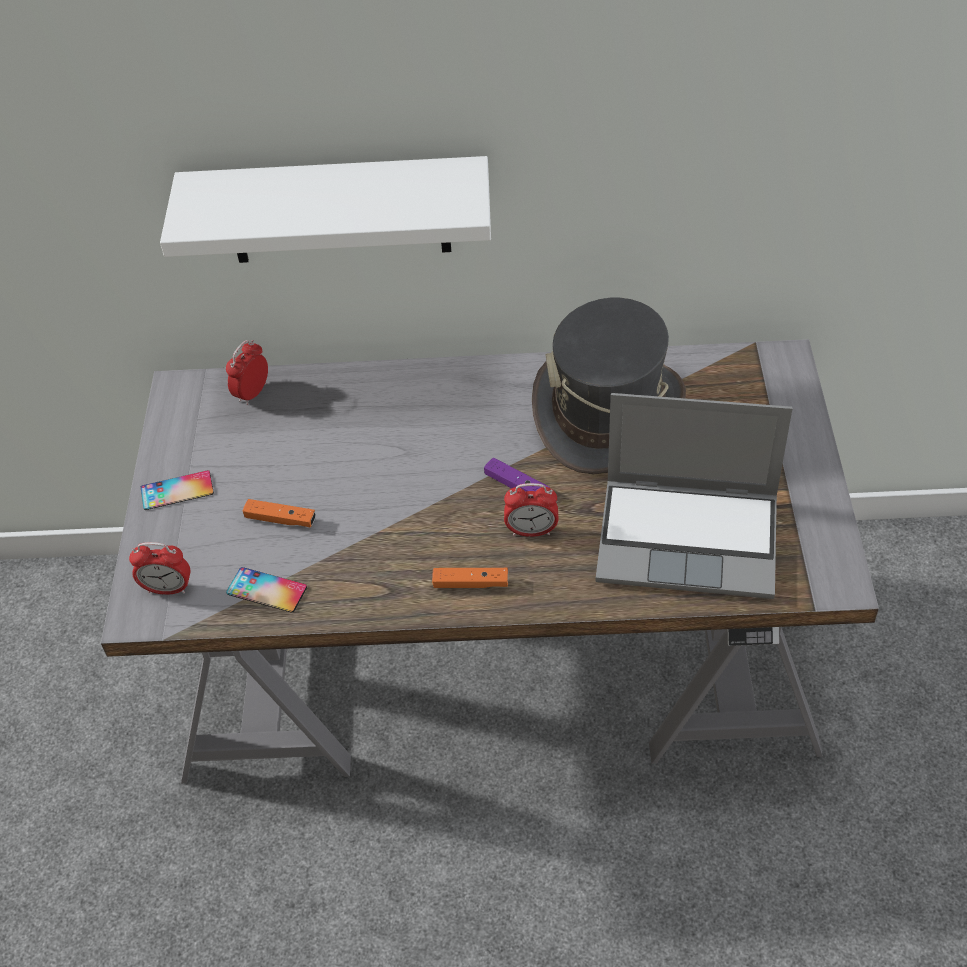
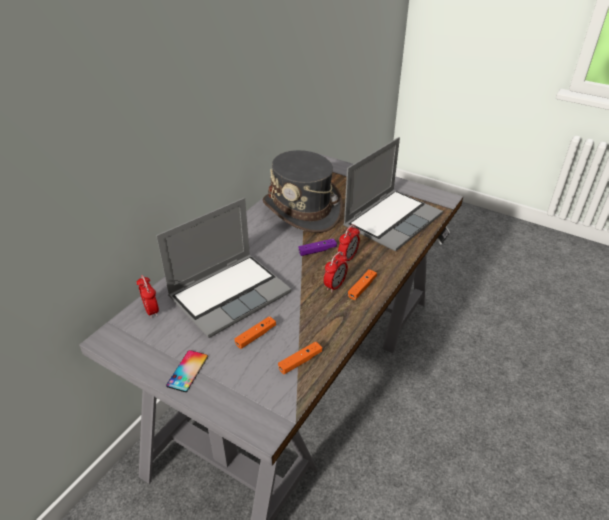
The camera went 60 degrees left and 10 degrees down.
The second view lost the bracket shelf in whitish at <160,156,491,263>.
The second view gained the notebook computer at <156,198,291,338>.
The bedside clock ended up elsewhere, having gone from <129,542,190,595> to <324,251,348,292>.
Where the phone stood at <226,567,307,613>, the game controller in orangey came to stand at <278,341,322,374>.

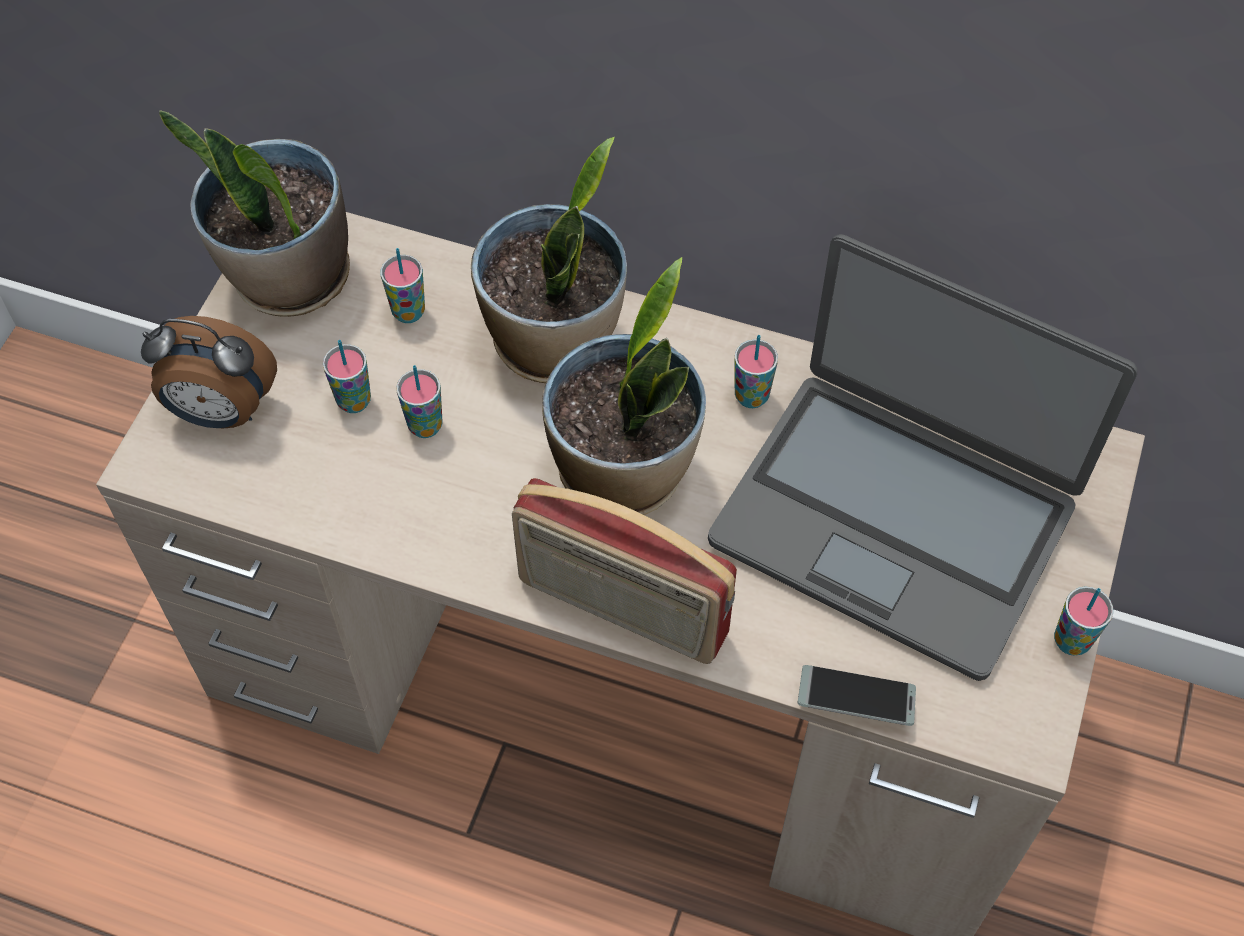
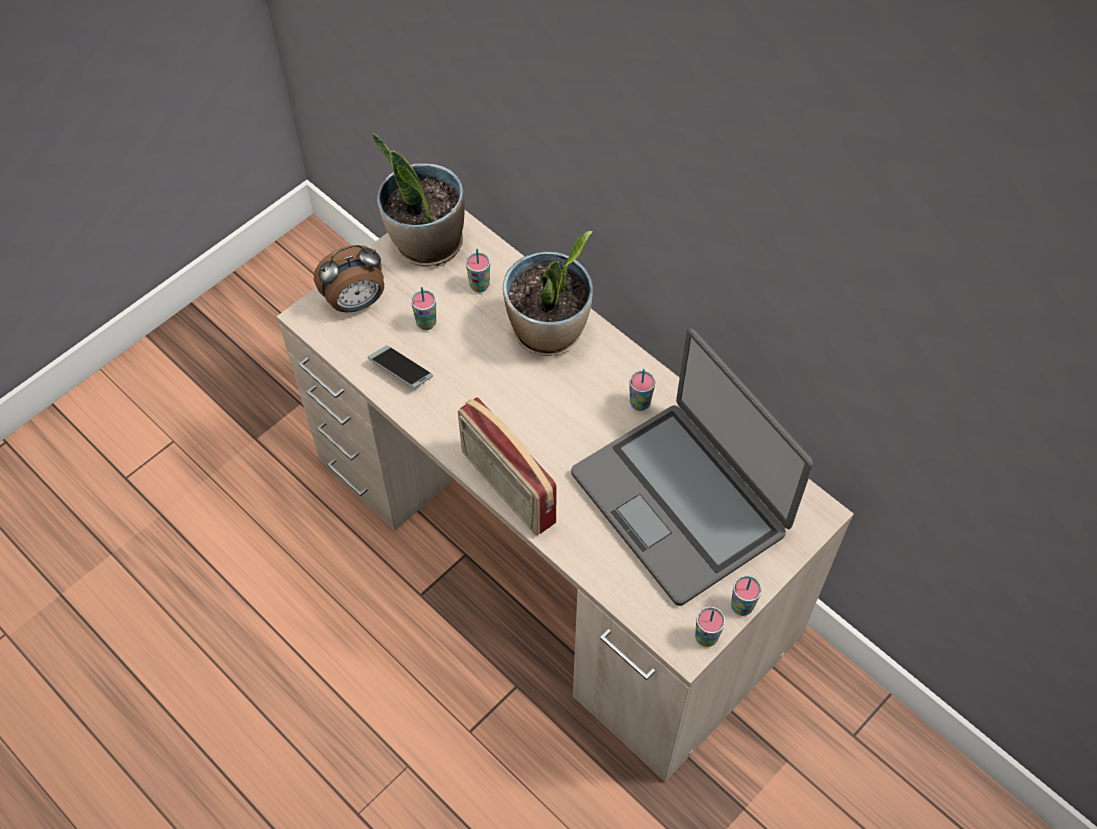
The camera went 25 degrees right and 0 degrees up.
The second view lost the potted plant at <542,257,706,515>.
The cup ended up elsewhere, having gone from <396,365,442,438> to <695,607,725,647>.
The phone ended up elsewhere, having gone from <797,665,916,726> to <368,345,433,388>.
The bedside clock at <141,316,277,428> ended up facing another way, 60 degrees counterclockwise from before.

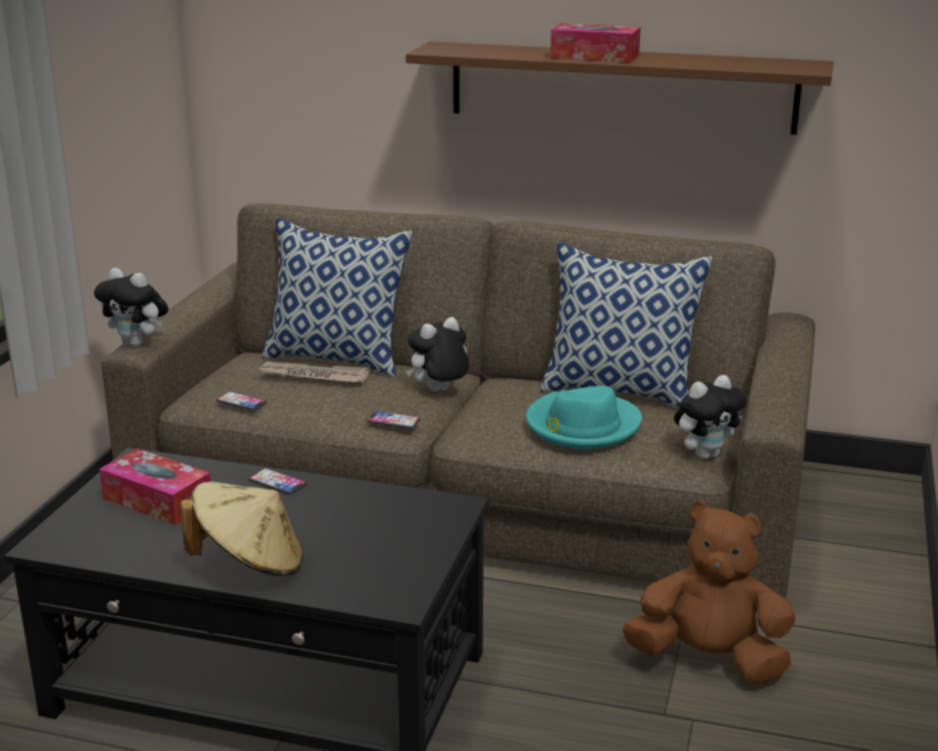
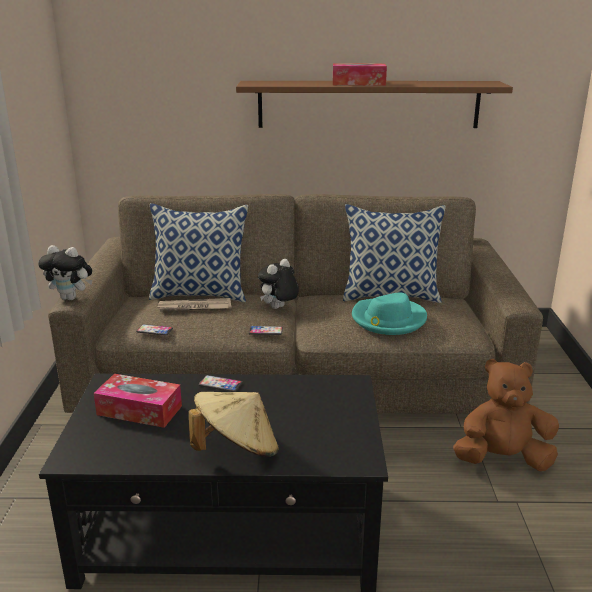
The camera went 15 degrees left and 0 degrees up.
The second view lost the plush toy at <674,375,746,459>.

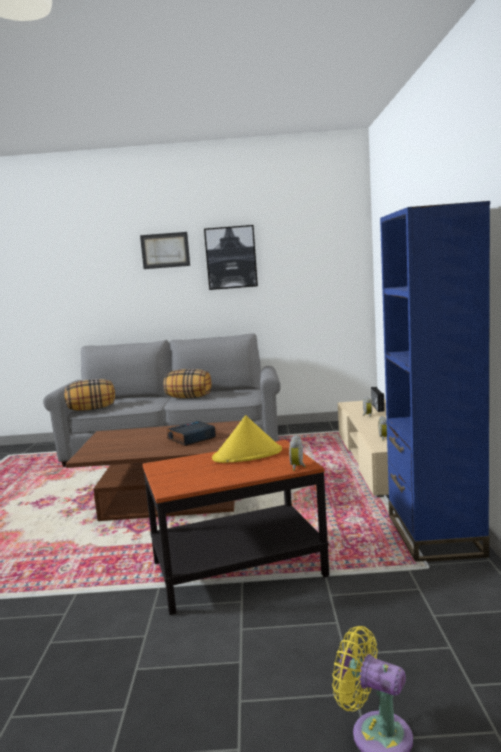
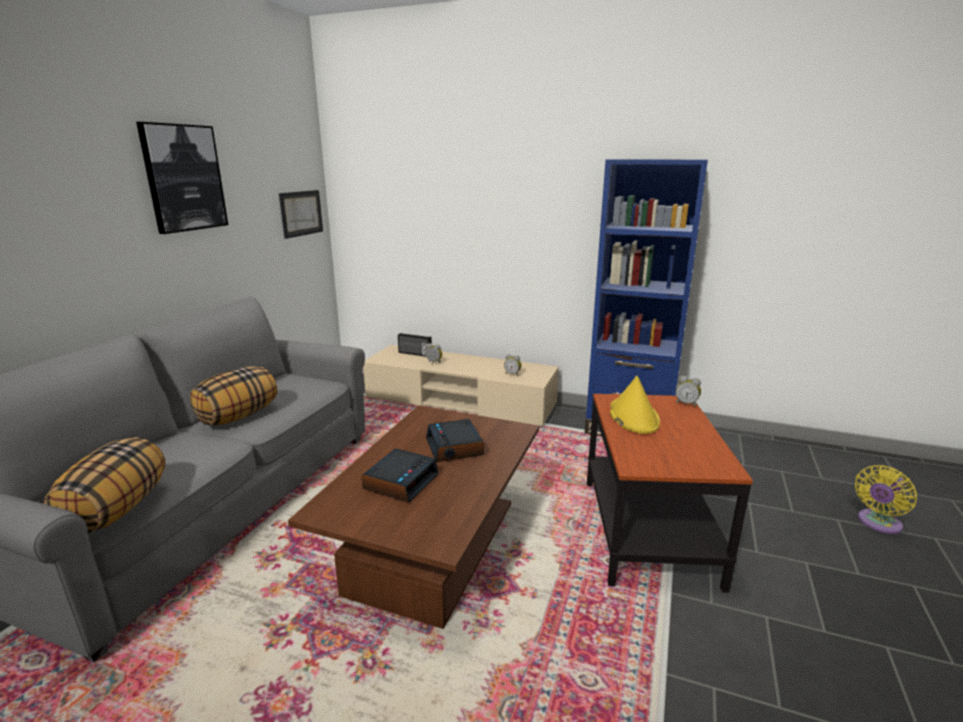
The camera went 70 degrees left and 10 degrees up.
The second view gained the bedside clock at <362,449,439,503>.
The wall art ended up elsewhere, having gone from <140,232,190,269> to <279,190,323,239>.

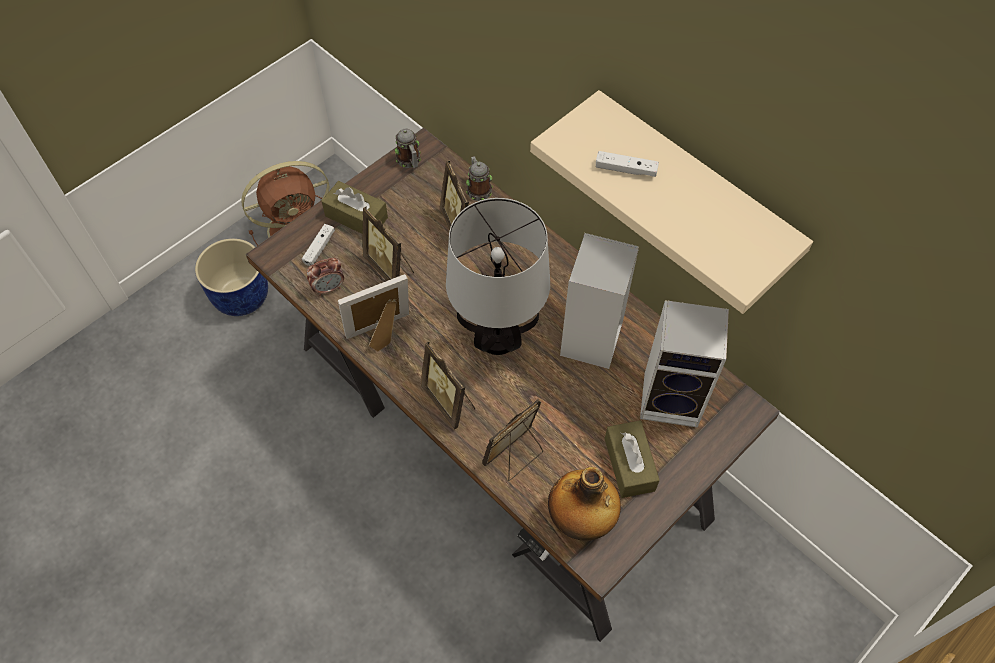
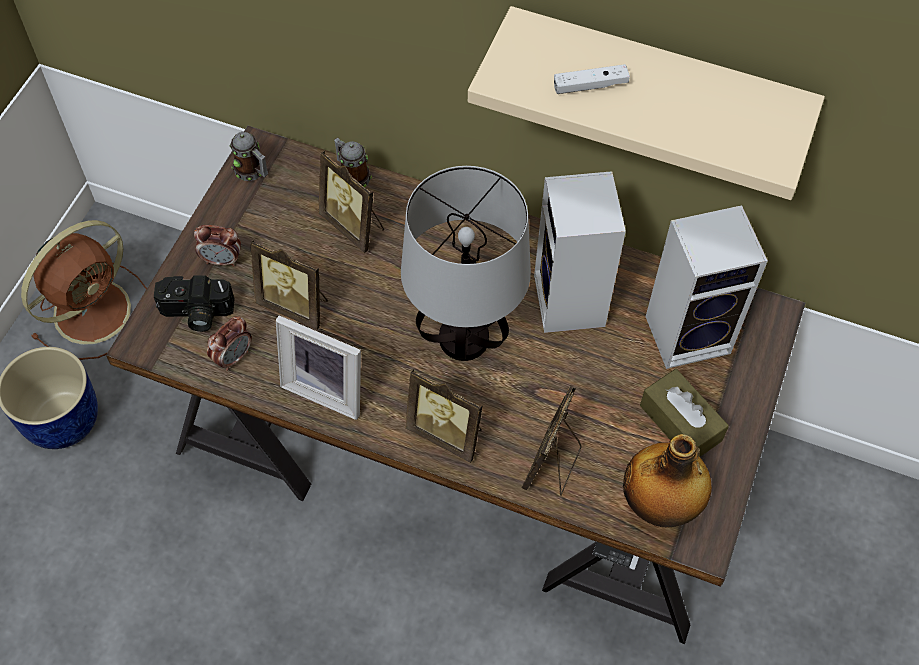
The camera went 25 degrees left and 0 degrees up.
Where the game controller in whitish stood at <302,224,335,266>, the photo camera came to stand at <154,275,235,332>.
Where the tissue holder in brownish stood at <321,181,388,234>, the bedside clock came to stand at <194,225,241,267>.
The standing frame at <338,274,409,351> ended up facing another way, 105 degrees counterclockwise from before.

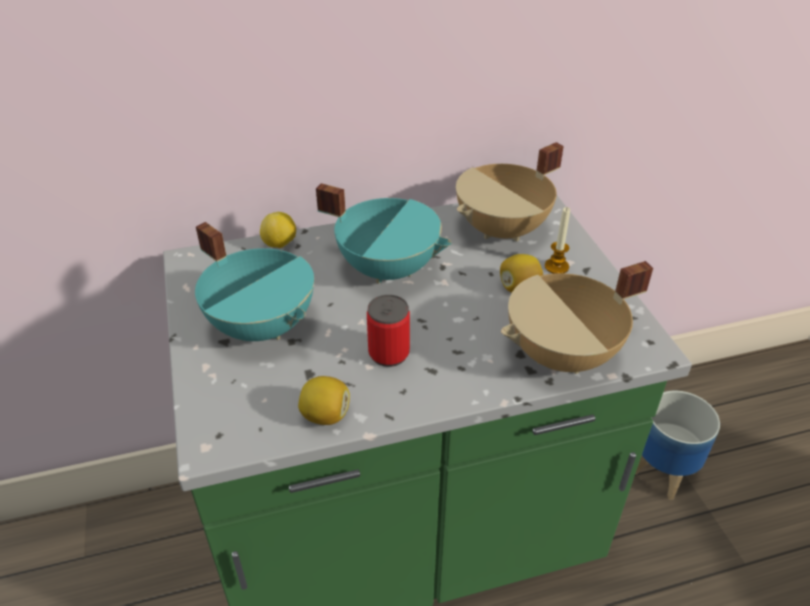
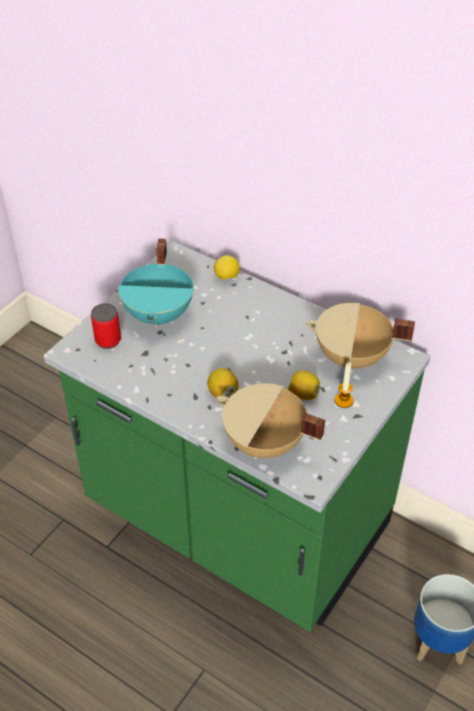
The camera went 50 degrees right and 5 degrees up.
The second view lost the cooking pot in turquoise-coloured at <316,183,452,284>.
The whole lemon ended up elsewhere, having gone from <298,376,350,425> to <207,368,239,398>.
The can ended up elsewhere, having gone from <367,295,410,367> to <91,303,121,349>.

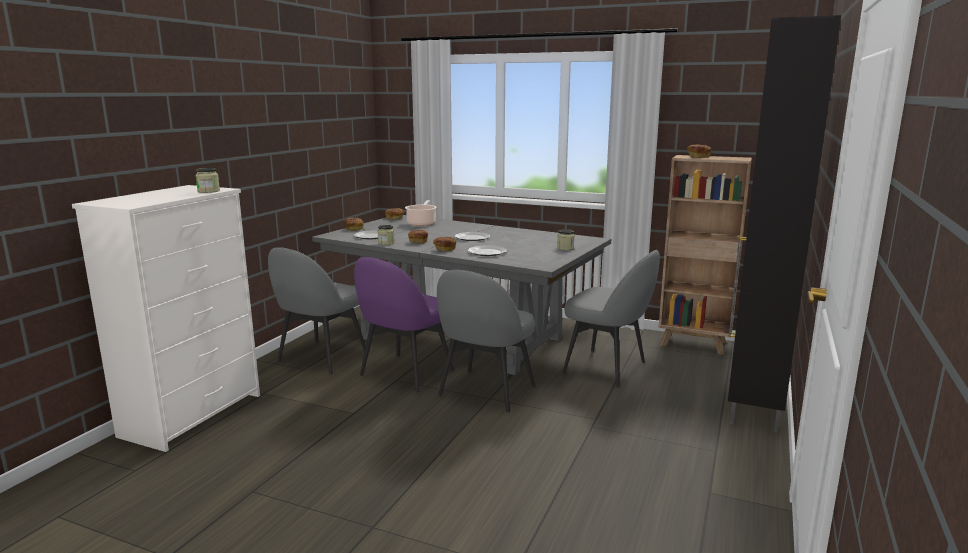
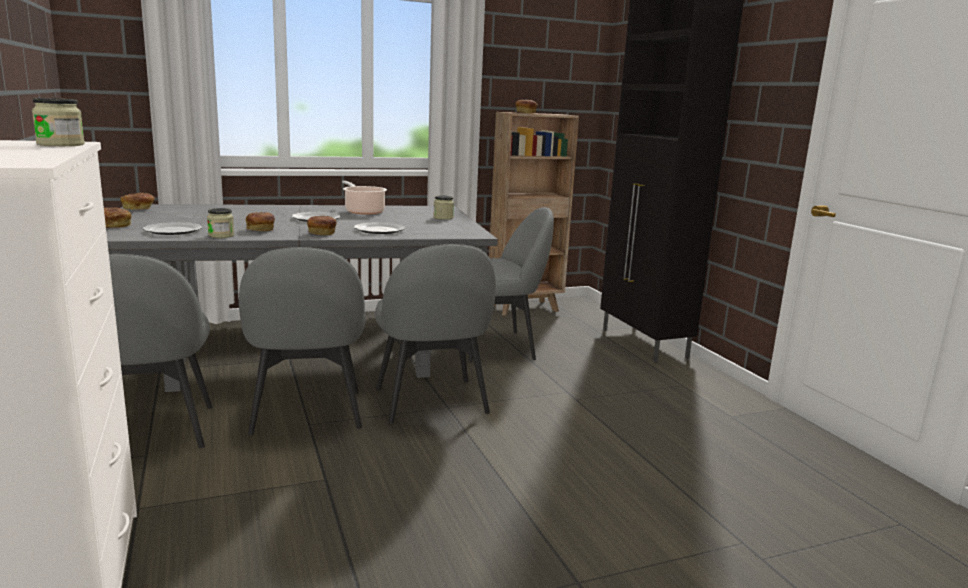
The camera went 45 degrees left and 0 degrees up.
The cooking pot ended up elsewhere, having gone from <405,200,437,226> to <342,181,387,215>.
What was the plain chair in purple at <354,257,454,393> turned into the plain chair in greyish at <239,247,366,435>.

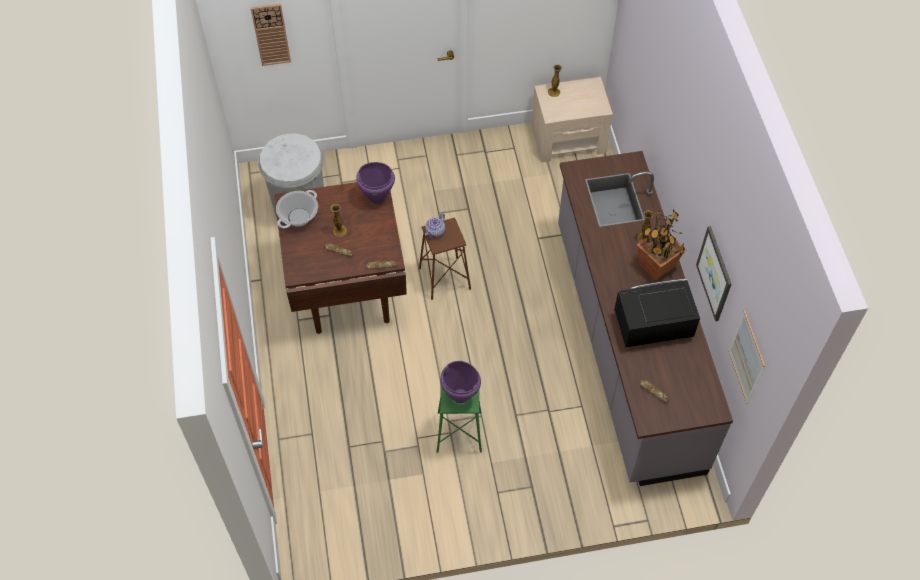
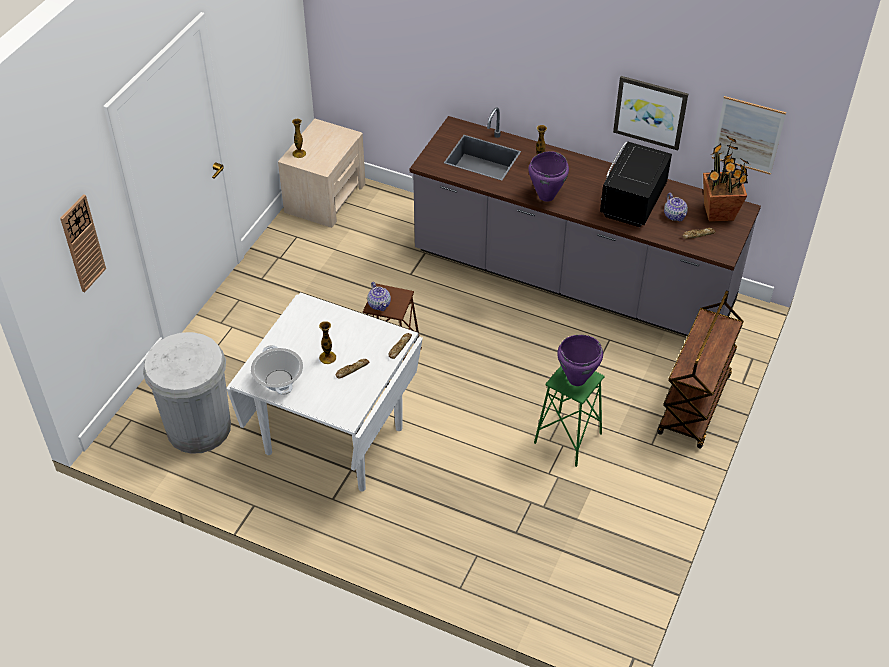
The camera went 55 degrees left and 10 degrees down.
The second view gained the trolley in brownish at <657,290,744,449>.
The second view gained the teapot at <664,193,688,221>.
The cooking pot in purple ended up elsewhere, having gone from <356,162,395,204> to <528,151,569,202>.
The potted plant ended up elsewhere, having gone from <637,210,686,280> to <703,136,749,222>.
What was the dinner table in brownish at <274,182,407,334> turned into the dinner table in whitish at <226,292,423,492>.

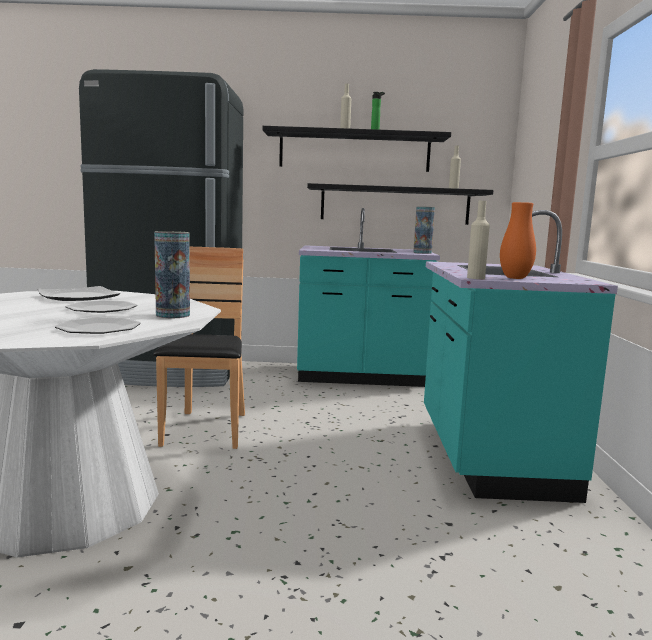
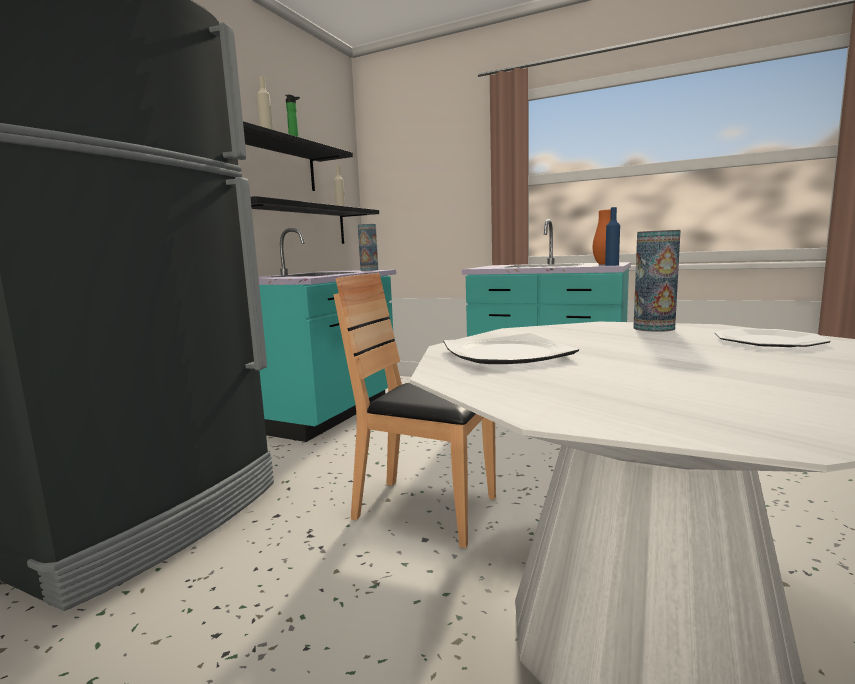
The camera went 65 degrees left and 0 degrees up.
The second view lost the plate at <65,300,137,313>.
What was the bottle in beige at <467,201,490,279> turned into the bottle in blue-coloured at <605,207,620,266>.

